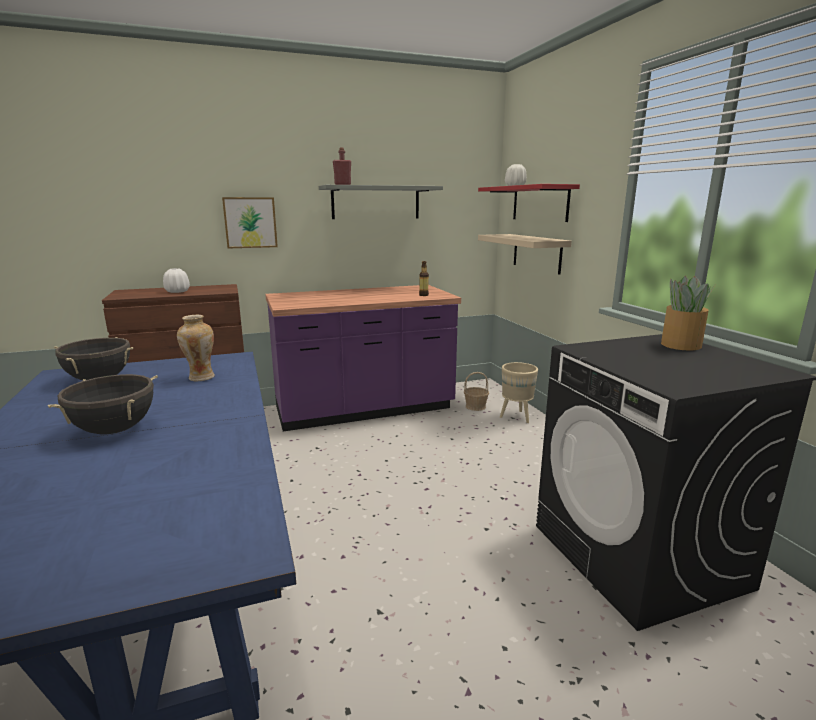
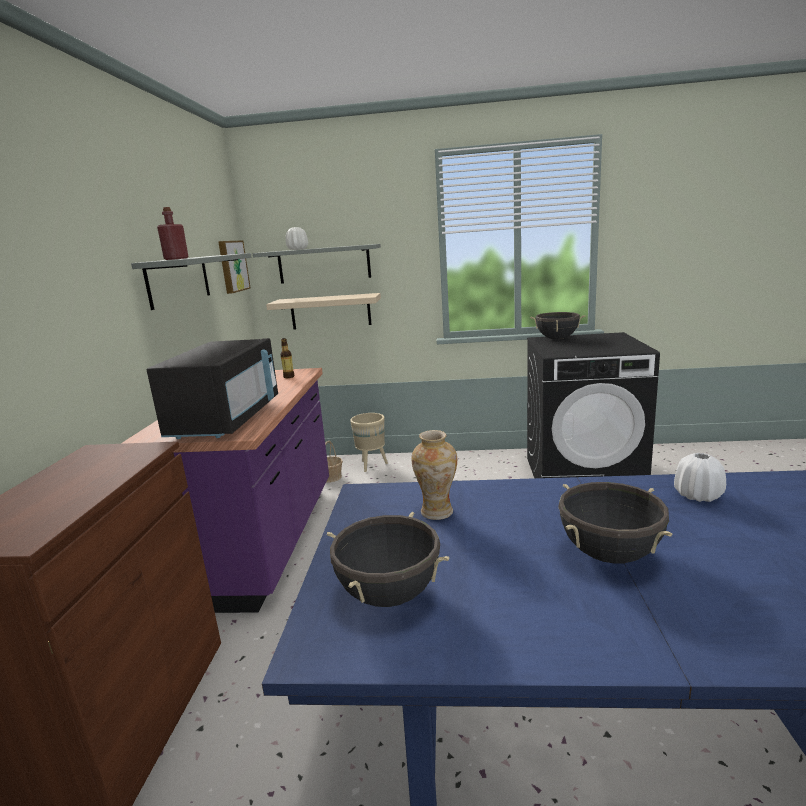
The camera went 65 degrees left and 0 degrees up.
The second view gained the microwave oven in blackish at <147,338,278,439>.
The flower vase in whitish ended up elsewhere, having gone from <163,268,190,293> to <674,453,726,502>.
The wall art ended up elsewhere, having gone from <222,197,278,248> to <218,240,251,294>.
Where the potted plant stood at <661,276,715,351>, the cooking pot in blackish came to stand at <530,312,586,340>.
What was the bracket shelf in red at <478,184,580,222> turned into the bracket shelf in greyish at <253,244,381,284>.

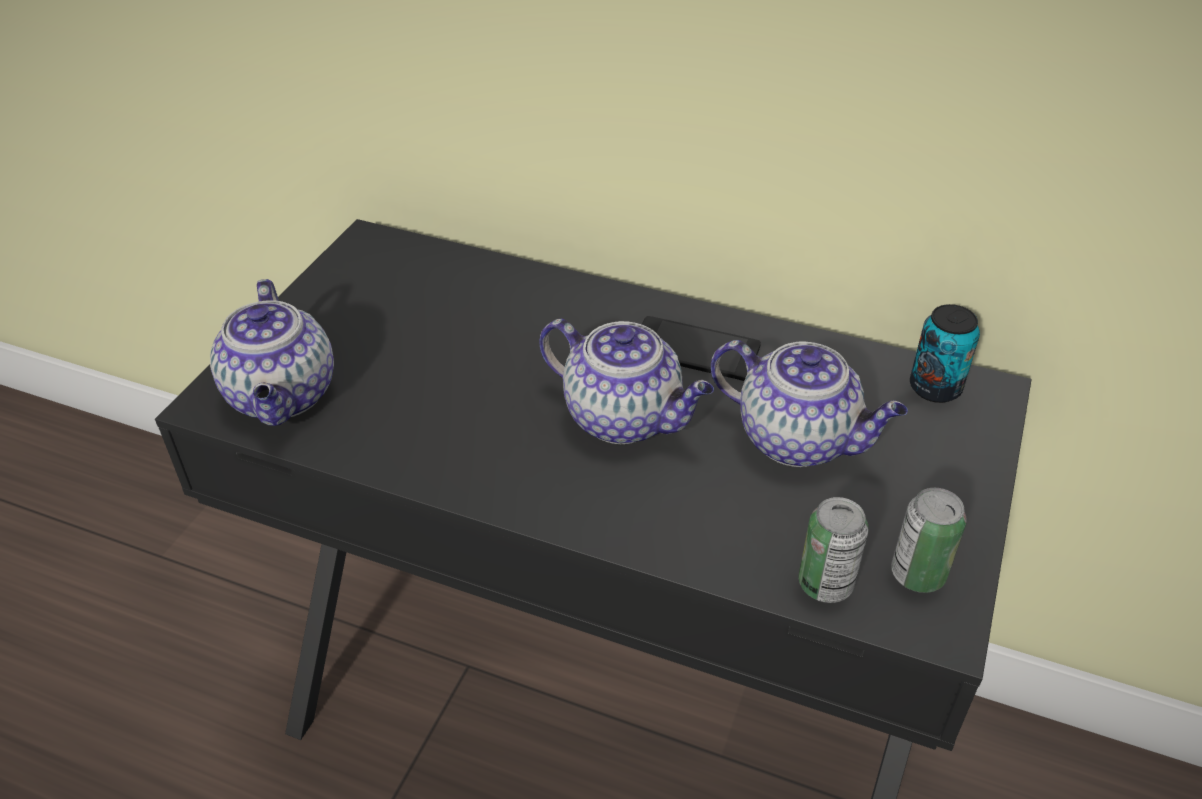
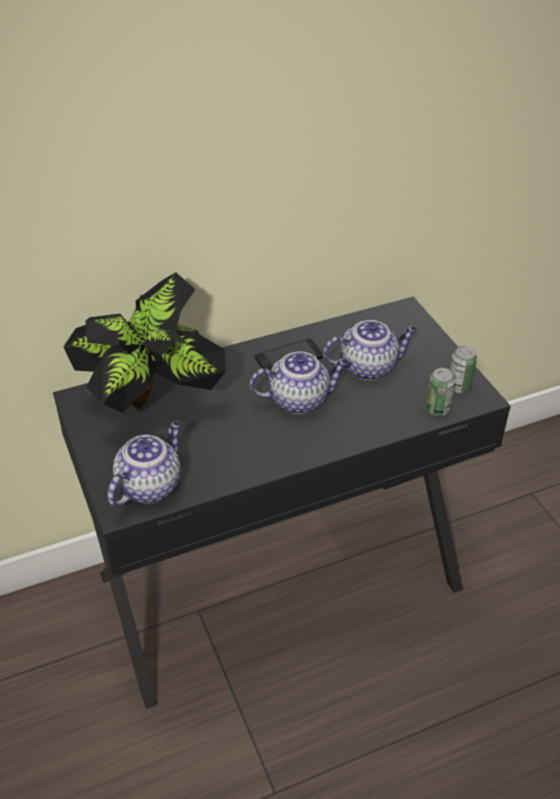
The camera went 45 degrees left and 0 degrees up.
The second view lost the can at <910,304,980,403>.
The second view gained the potted plant at <64,272,226,413>.
The teapot at <210,279,334,426> ended up facing another way, 90 degrees counterclockwise from before.

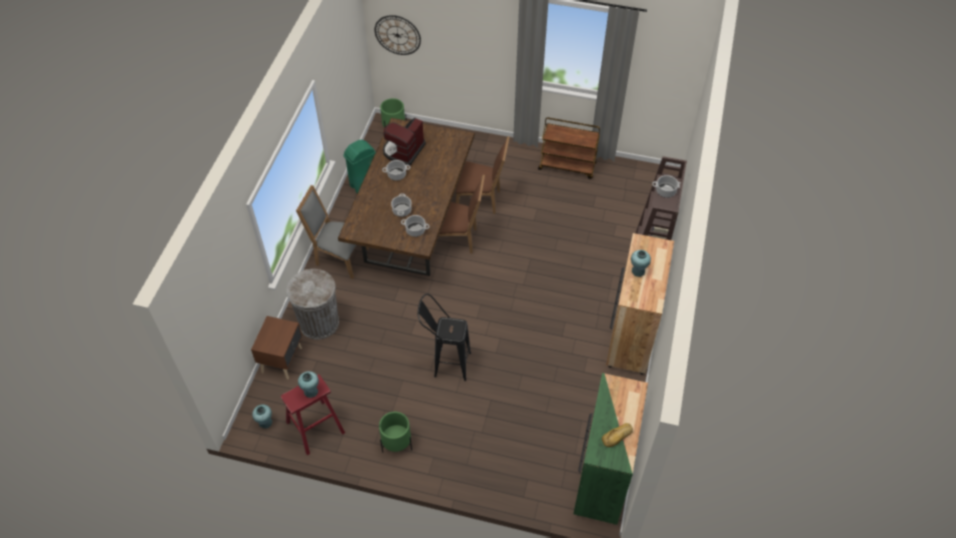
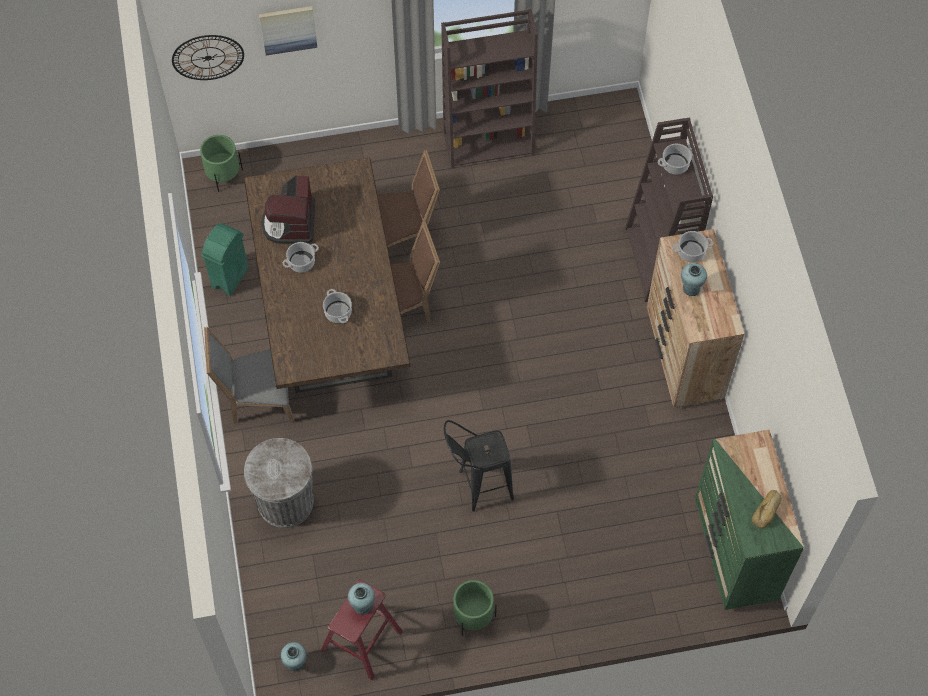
The camera went 25 degrees left and 10 degrees up.
The second view lost the night table in brownish at <251,316,302,379>.
The second view gained the wall art at <259,6,317,55>.
The cooking pot ended up elsewhere, having gone from <401,215,430,237> to <672,231,713,263>.
Where the trolley in brownish stood at <538,117,600,179>, the bookcase in brownish came to stand at <441,9,538,168>.

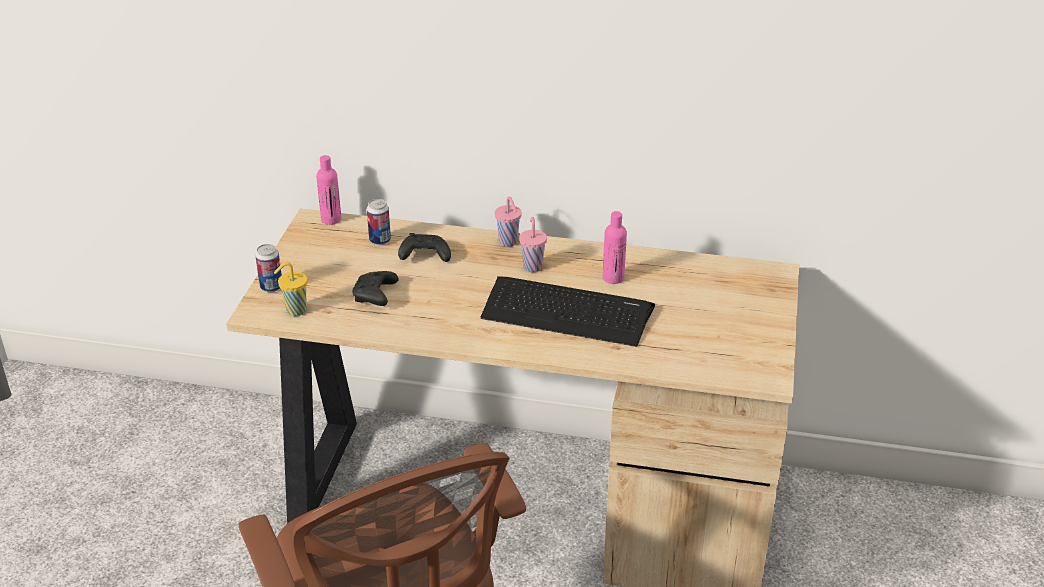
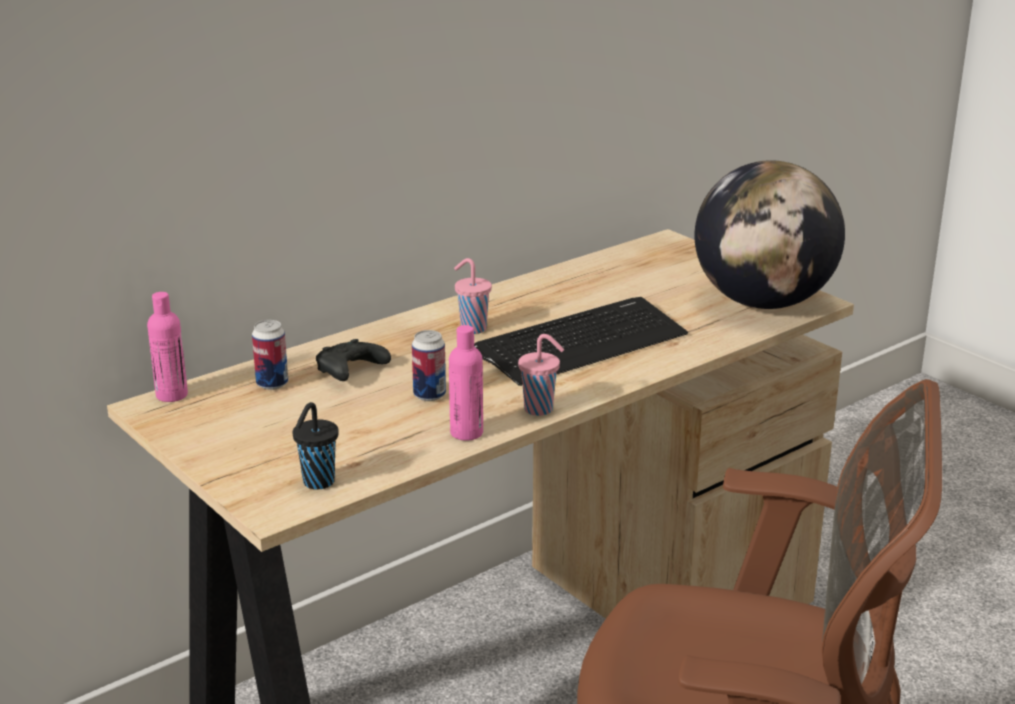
The camera went 50 degrees left and 10 degrees down.
The second view lost the game controller in blackish at <352,271,399,306>.
The second view gained the desk globe at <695,160,845,309>.
The can ended up elsewhere, having gone from <255,244,282,292> to <412,330,446,401>.
The cup in pink ended up elsewhere, having gone from <495,196,522,247> to <518,334,564,416>.
The bottle in pink ended up elsewhere, having gone from <603,211,627,284> to <449,325,483,441>.
What was the cup in yellow at <274,262,308,316> turned into the cup in blackish at <293,402,339,490>.

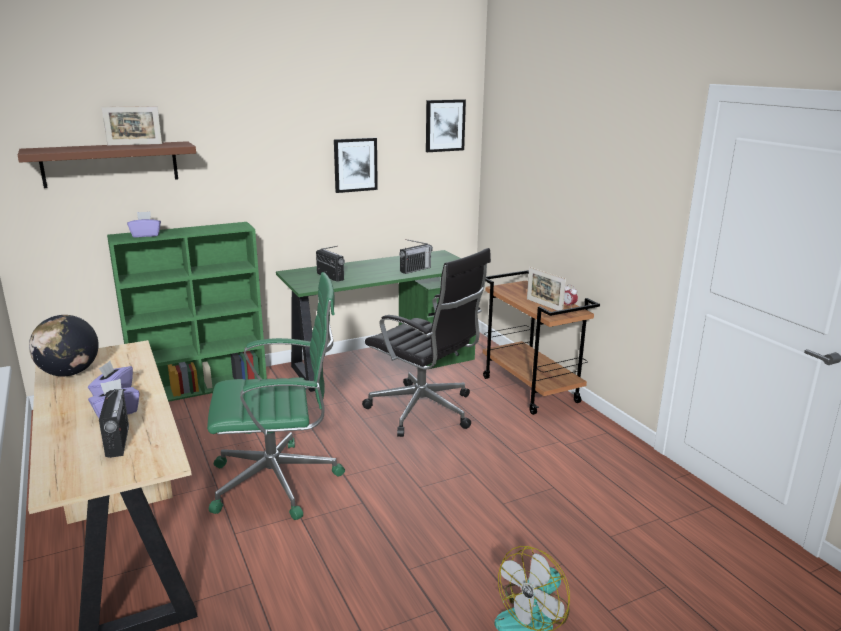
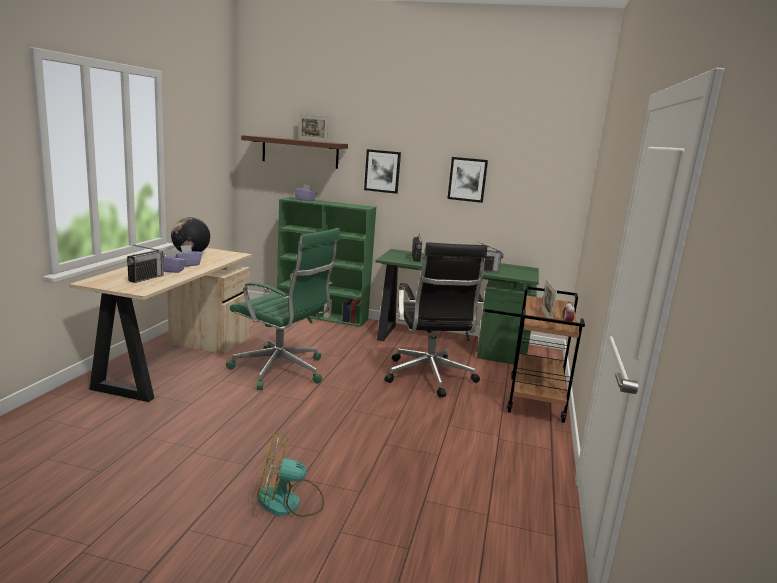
The camera went 40 degrees right and 5 degrees down.
The wall art ended up elsewhere, having gone from <426,99,466,152> to <364,149,401,194>.

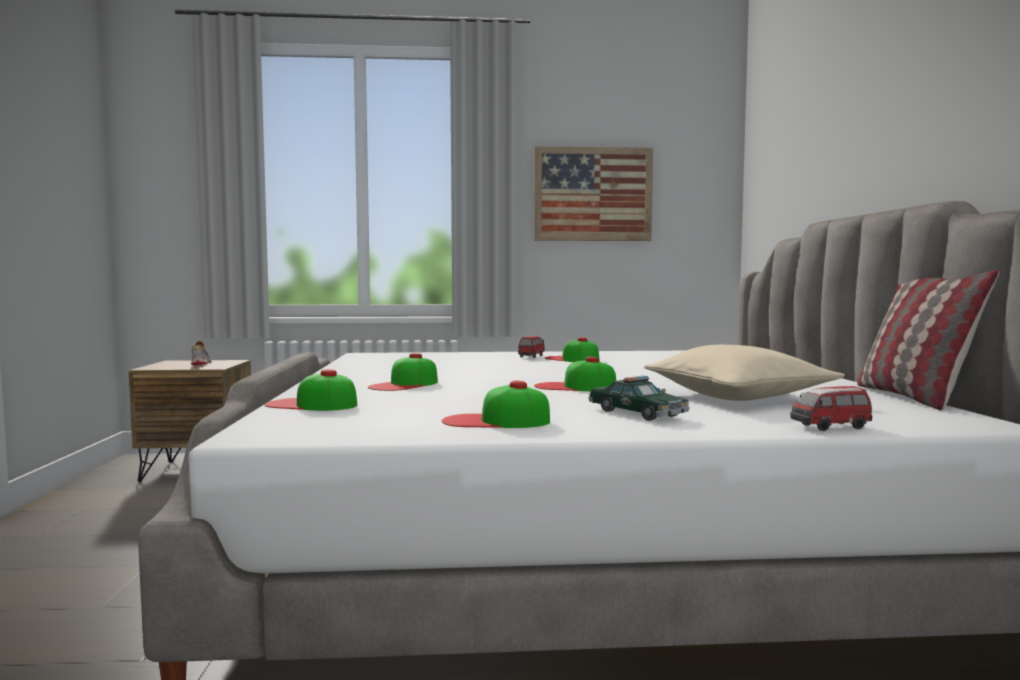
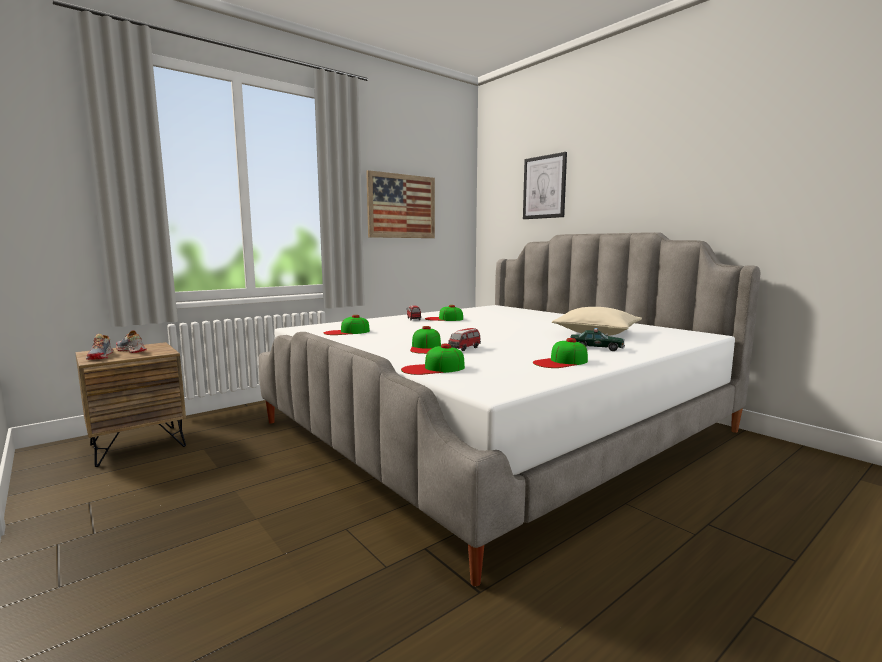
The camera went 35 degrees left and 5 degrees up.
The second view lost the throw pillow at <857,270,1000,410>.
The second view gained the item of footwear at <86,334,113,360>.
The second view gained the wall art at <523,152,567,219>.
The cap ended up elsewhere, having gone from <534,357,616,391> to <324,315,370,335>.
The toy car ended up elsewhere, having gone from <790,386,872,431> to <448,328,481,351>.

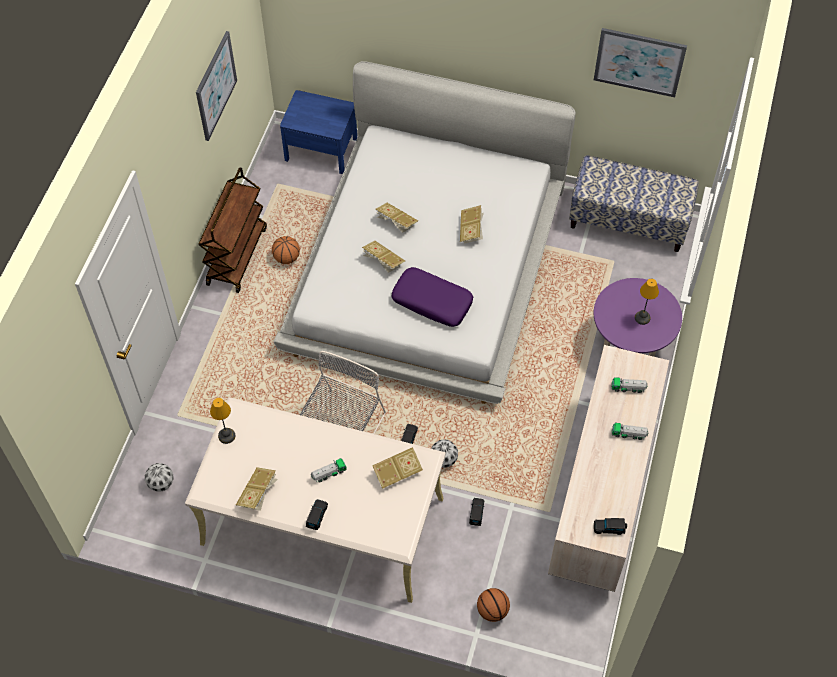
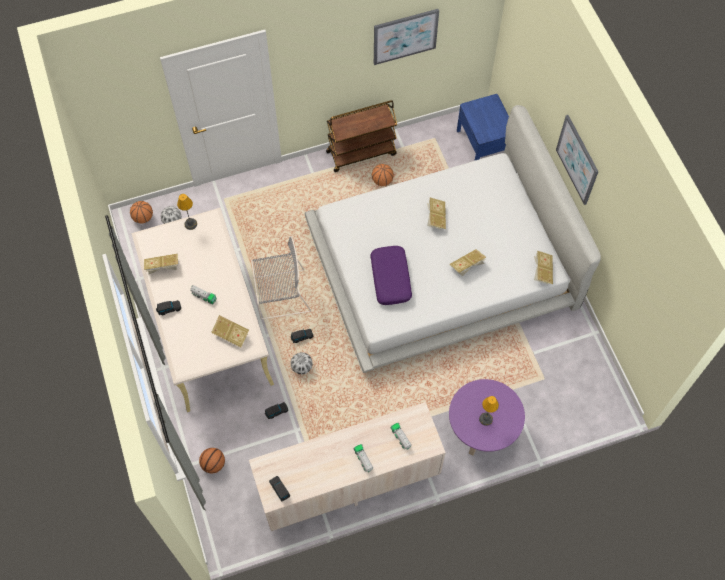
The camera went 55 degrees right and 5 degrees up.
The second view lost the bench at <569,155,699,252>.
The second view gained the basketball at <130,201,153,224>.
The bound book ended up elsewhere, having gone from <362,241,405,273> to <534,251,553,284>.
The wall art ended up elsewhere, having gone from <594,28,687,97> to <556,115,599,205>.

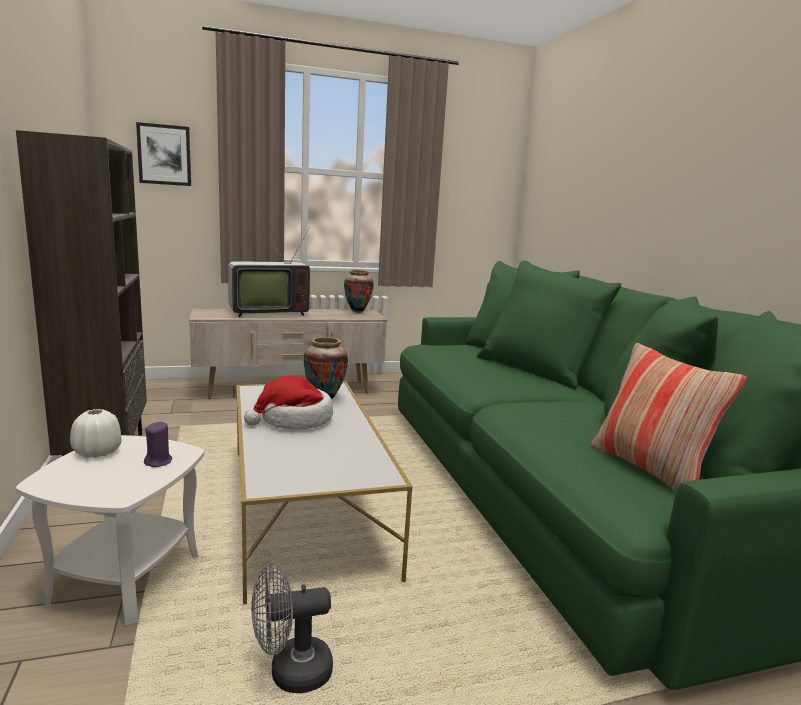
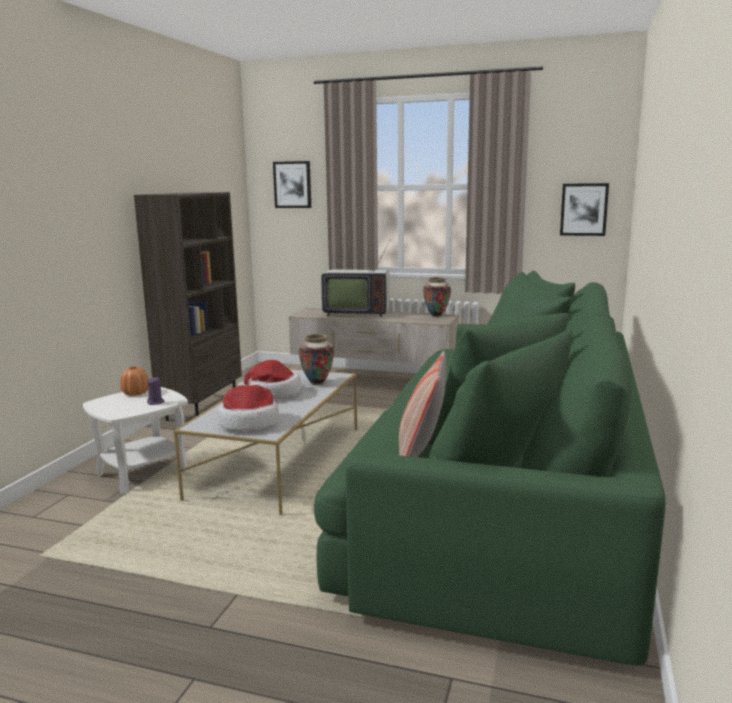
The camera went 35 degrees right and 0 degrees up.
The second view lost the fan in greyish at <251,564,333,693>.
The second view gained the clothing hat at <218,385,279,431>.
The second view gained the wall art at <560,183,609,236>.
What was the flower vase in whitish at <70,409,122,458> turned into the flower vase in orangey at <120,367,149,396>.

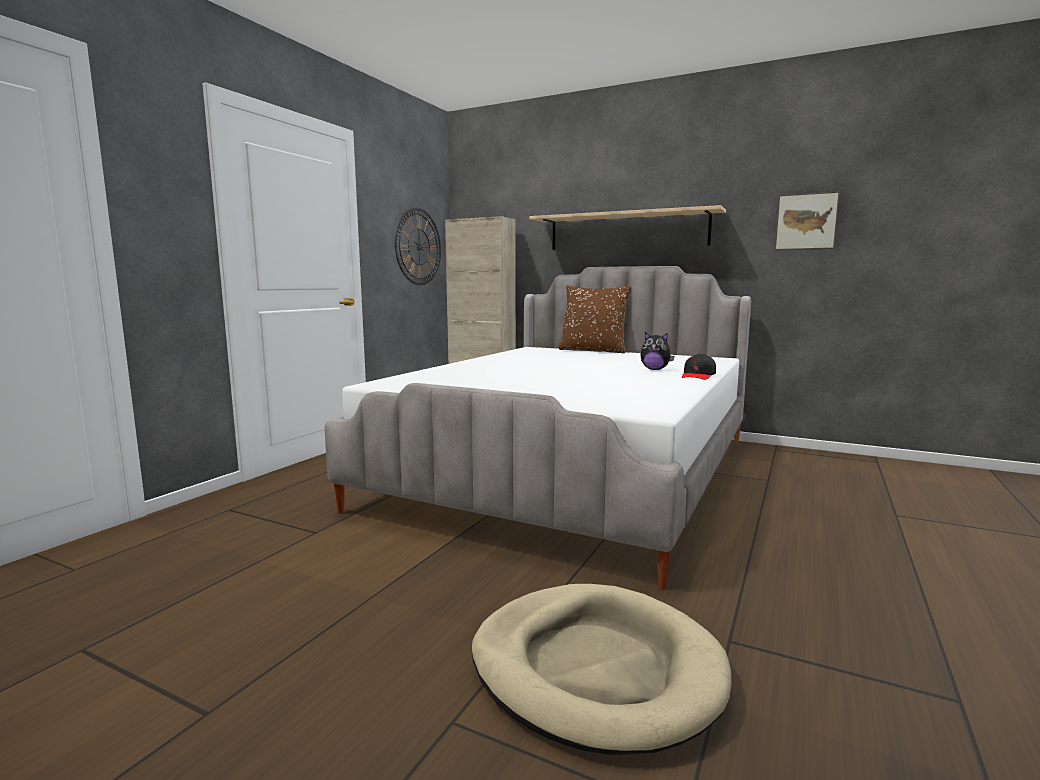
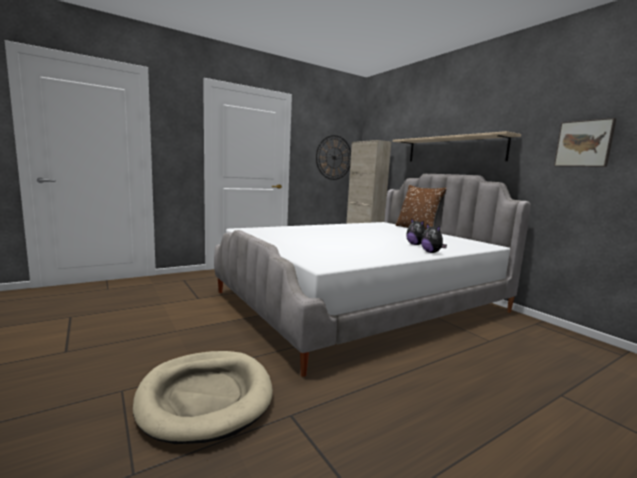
The camera went 30 degrees right and 0 degrees up.
Where the cap in blackish stood at <682,353,716,380>, the plush toy came to stand at <421,224,447,253>.

